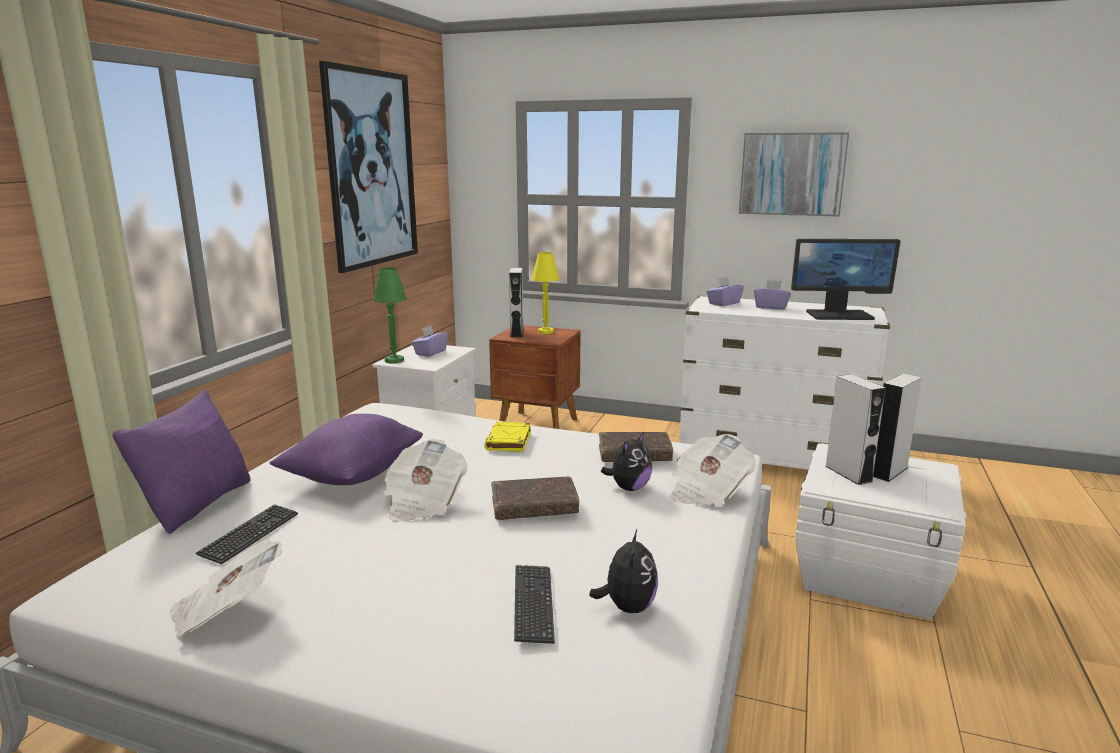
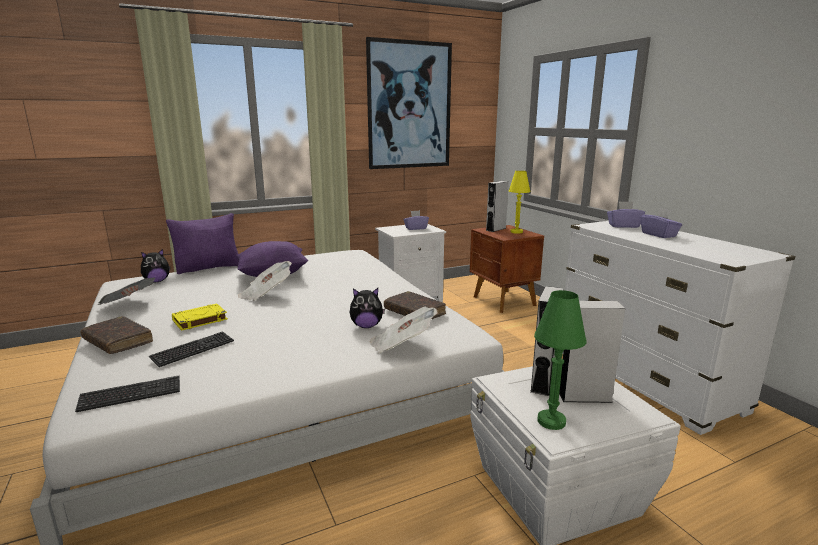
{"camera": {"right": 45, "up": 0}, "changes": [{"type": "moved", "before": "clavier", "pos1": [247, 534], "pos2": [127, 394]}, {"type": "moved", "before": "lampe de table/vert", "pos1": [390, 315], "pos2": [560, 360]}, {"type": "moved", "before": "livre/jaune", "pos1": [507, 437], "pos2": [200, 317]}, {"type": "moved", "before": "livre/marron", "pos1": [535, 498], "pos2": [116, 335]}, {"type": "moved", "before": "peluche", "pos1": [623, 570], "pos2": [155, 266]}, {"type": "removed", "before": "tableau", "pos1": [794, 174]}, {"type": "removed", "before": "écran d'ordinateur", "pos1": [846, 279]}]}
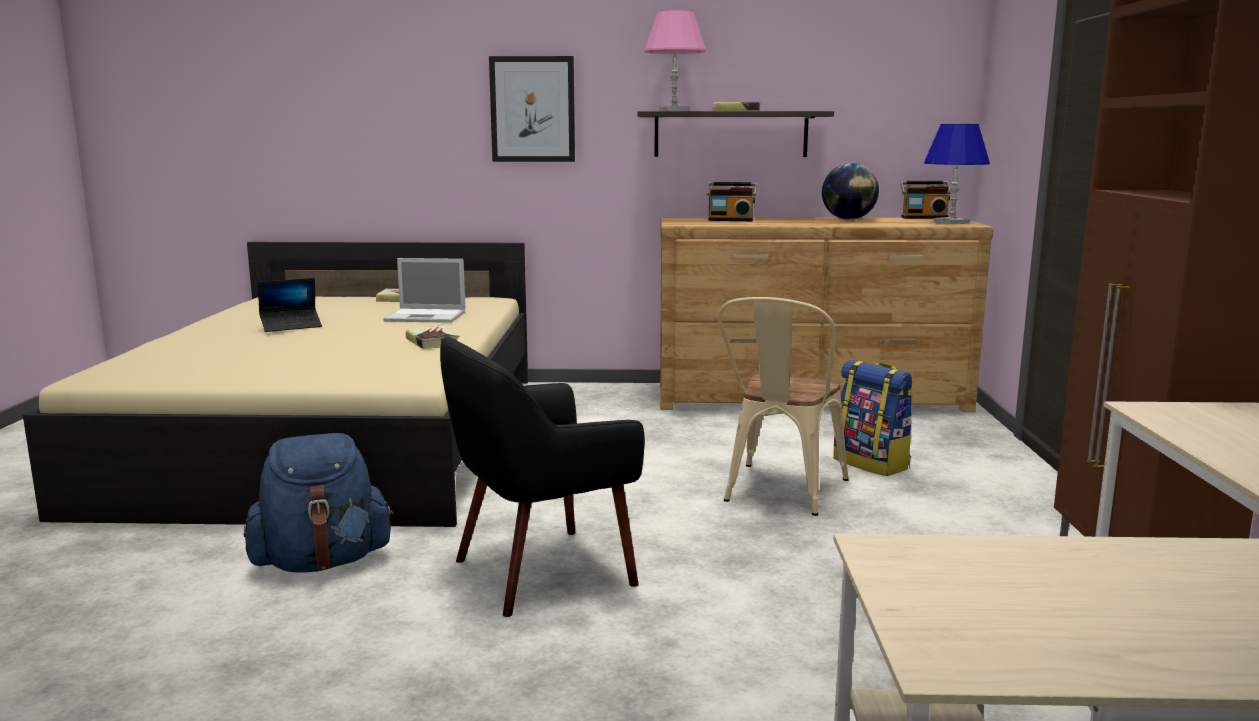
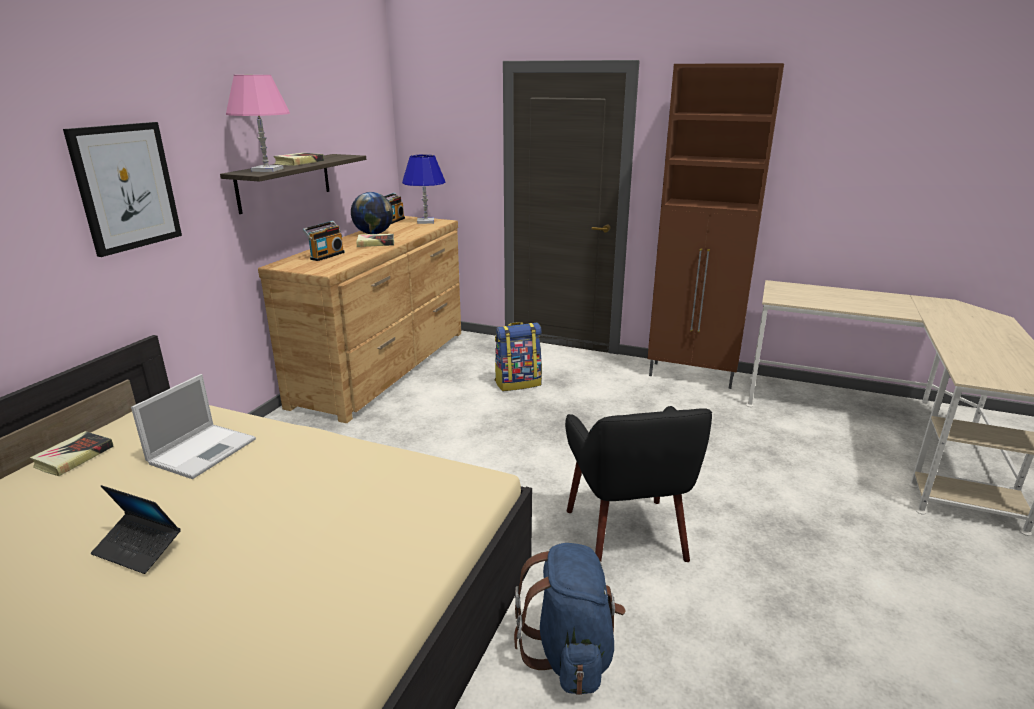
{"camera": {"right": -70, "up": 10}, "changes": [{"type": "turned", "before": "ordinateur portable", "pos1": [290, 305], "pos2": [136, 529], "turn": 120}, {"type": "moved", "before": "livre", "pos1": [433, 337], "pos2": [375, 240]}, {"type": "removed", "before": "chaise/beige", "pos1": [783, 406]}]}
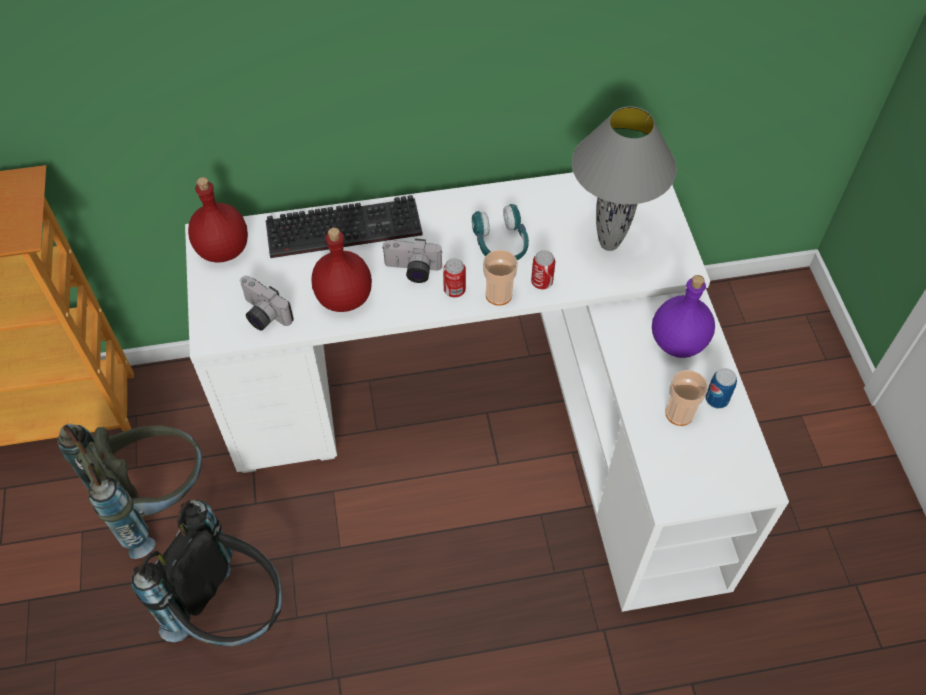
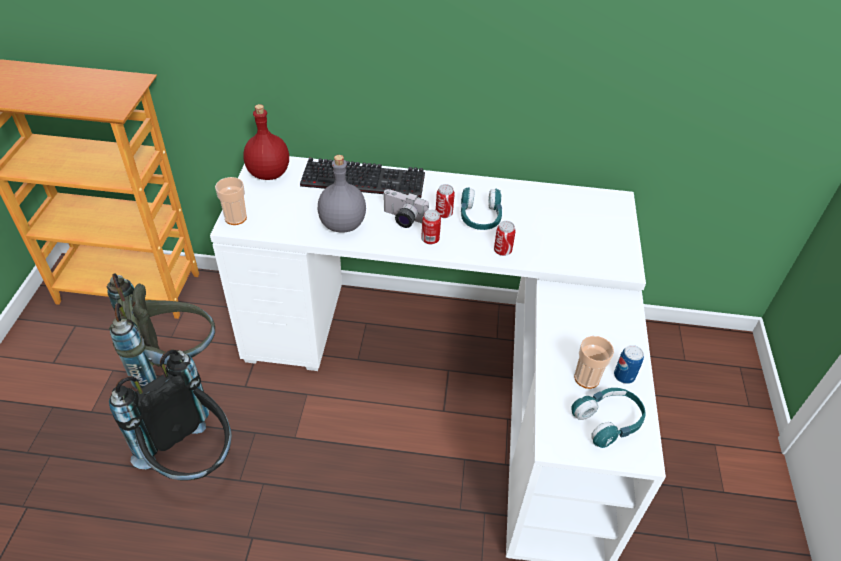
{"camera": {"right": 15, "up": -10}, "changes": [{"type": "removed", "before": "appareil photo", "pos1": [267, 303]}, {"type": "recoloured", "before": "bouteille/rouge", "after": "bouteille/gris", "pos1": [342, 270], "pos2": [342, 194]}, {"type": "moved", "before": "tasse", "pos1": [500, 278], "pos2": [231, 201]}, {"type": "removed", "before": "lampe de table/gris", "pos1": [624, 178]}, {"type": "removed", "before": "bouteille/violet", "pos1": [683, 316]}, {"type": "added", "after": "boîte métallique", "pos2": [445, 201]}, {"type": "added", "after": "casque audio/turquoise", "pos2": [609, 418]}]}
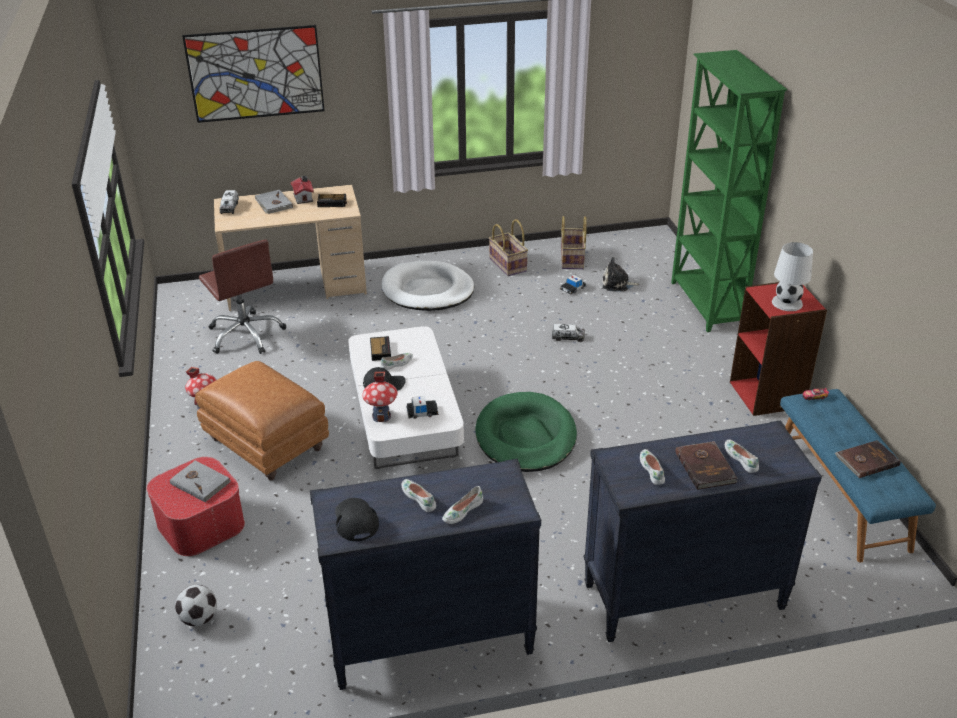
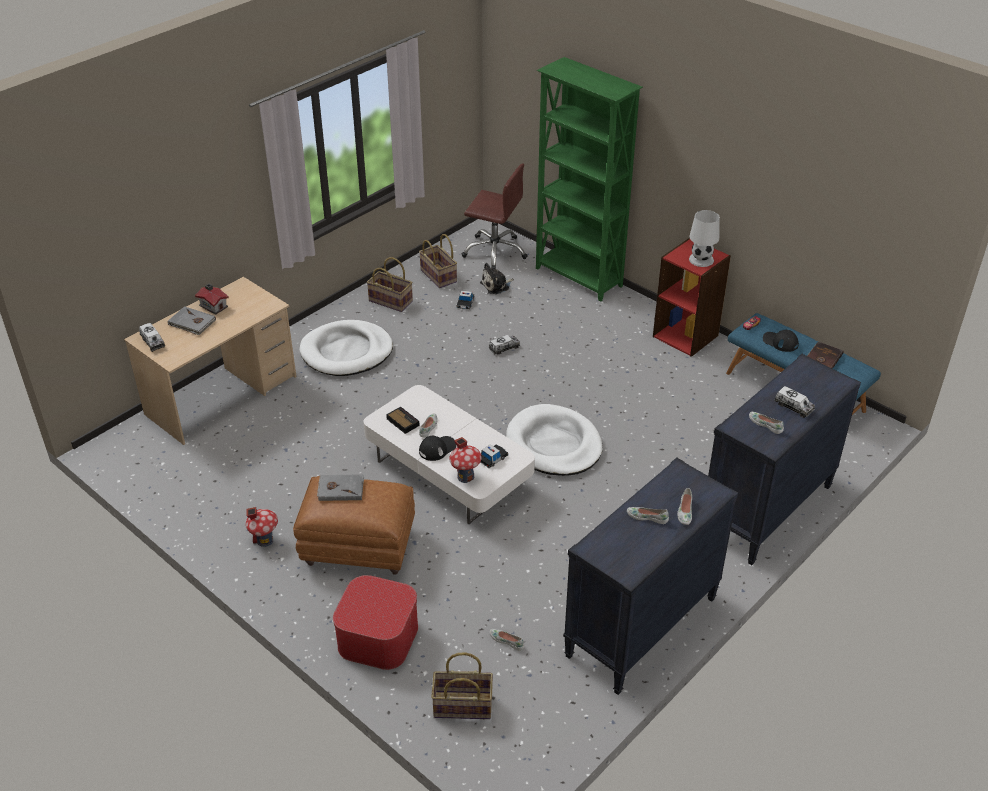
{"camera": {"right": -35, "up": 5}, "changes": [{"type": "moved", "before": "livre/gris", "pos1": [200, 481], "pos2": [340, 487]}, {"type": "replaced", "before": "ballon de foot", "after": "panier", "pos1": [196, 605], "pos2": [462, 685]}, {"type": "removed", "before": "tableau", "pos1": [253, 74]}, {"type": "moved", "before": "chaise de bureau/marron", "pos1": [242, 297], "pos2": [495, 216]}, {"type": "removed", "before": "réveil", "pos1": [332, 200]}, {"type": "moved", "before": "casquette/noir", "pos1": [357, 519], "pos2": [781, 340]}, {"type": "recoloured", "before": "panier pour chien/vert", "after": "panier pour chien/blanc", "pos1": [526, 432], "pos2": [554, 440]}, {"type": "replaced", "before": "livre/marron", "after": "camion jouet", "pos1": [706, 465], "pos2": [794, 402]}, {"type": "moved", "before": "chaussure/blanc", "pos1": [742, 456], "pos2": [507, 640]}]}
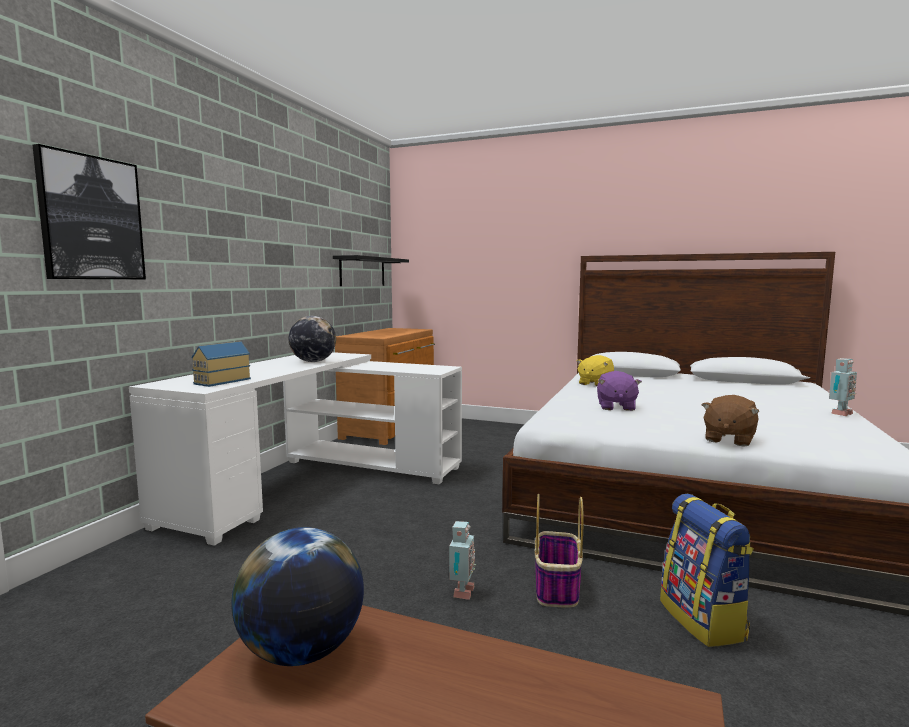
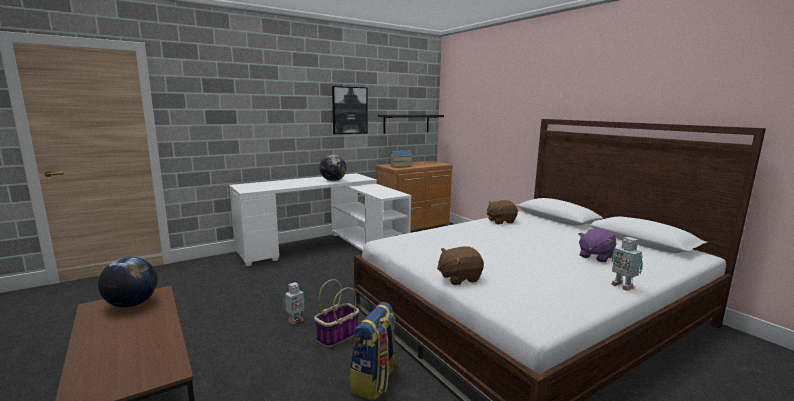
{"camera": {"right": 35, "up": 5}, "changes": [{"type": "moved", "before": "tableau", "pos1": [89, 211], "pos2": [350, 110]}, {"type": "moved", "before": "maison miniature", "pos1": [221, 364], "pos2": [401, 159]}, {"type": "recoloured", "before": "peluche/jaune", "after": "peluche/marron", "pos1": [595, 370], "pos2": [502, 212]}, {"type": "moved", "before": "peluche/violet", "pos1": [619, 391], "pos2": [598, 245]}, {"type": "turned", "before": "robot jouet", "pos1": [843, 387], "pos2": [627, 264], "turn": 60}]}
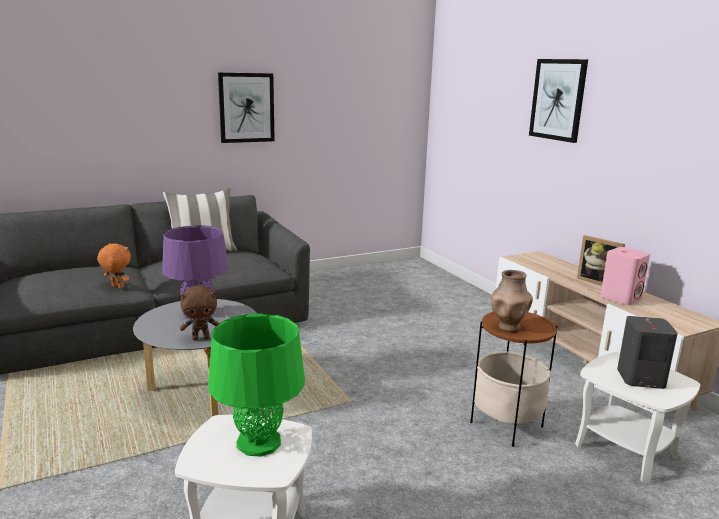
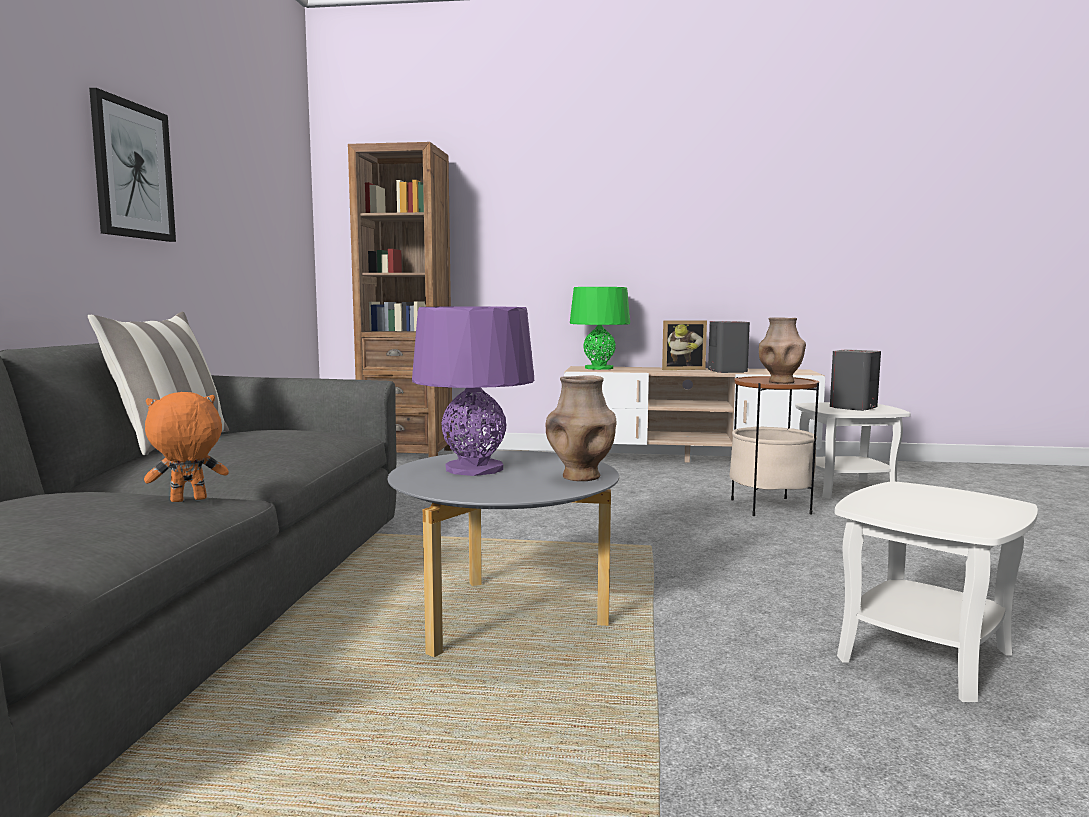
{"camera": {"right": -55, "up": -10}, "changes": [{"type": "replaced", "before": "peluche/marron", "after": "vase/marron", "pos1": [200, 312], "pos2": [581, 428]}, {"type": "moved", "before": "lampe de table/vert", "pos1": [256, 385], "pos2": [600, 328]}, {"type": "removed", "before": "tableau", "pos1": [558, 101]}, {"type": "recoloured", "before": "enceinte/rose", "after": "enceinte/gris", "pos1": [625, 276], "pos2": [729, 347]}, {"type": "added", "after": "bibliothèque/marron", "pos2": [400, 299]}]}
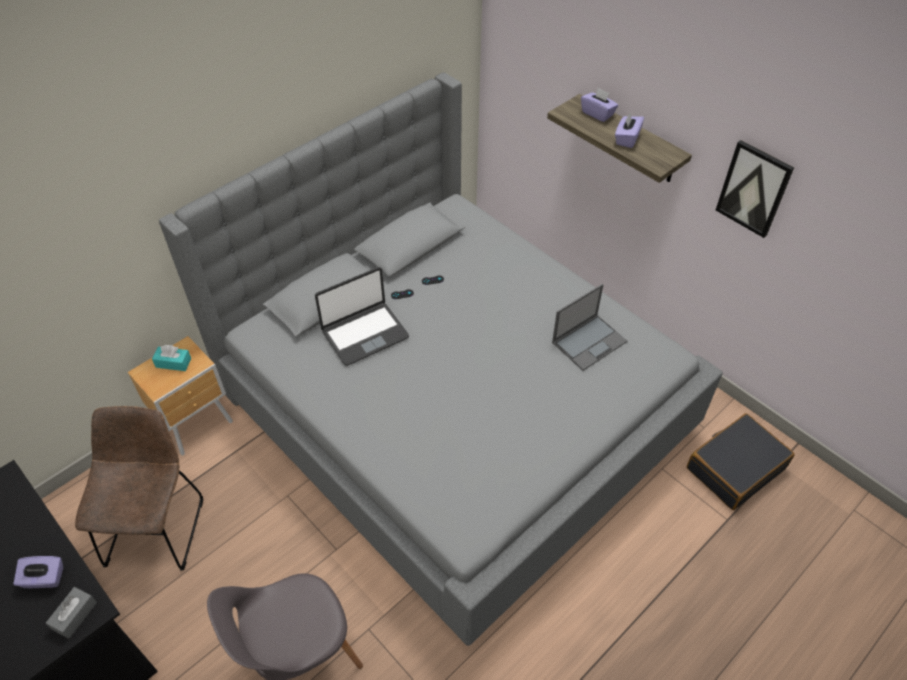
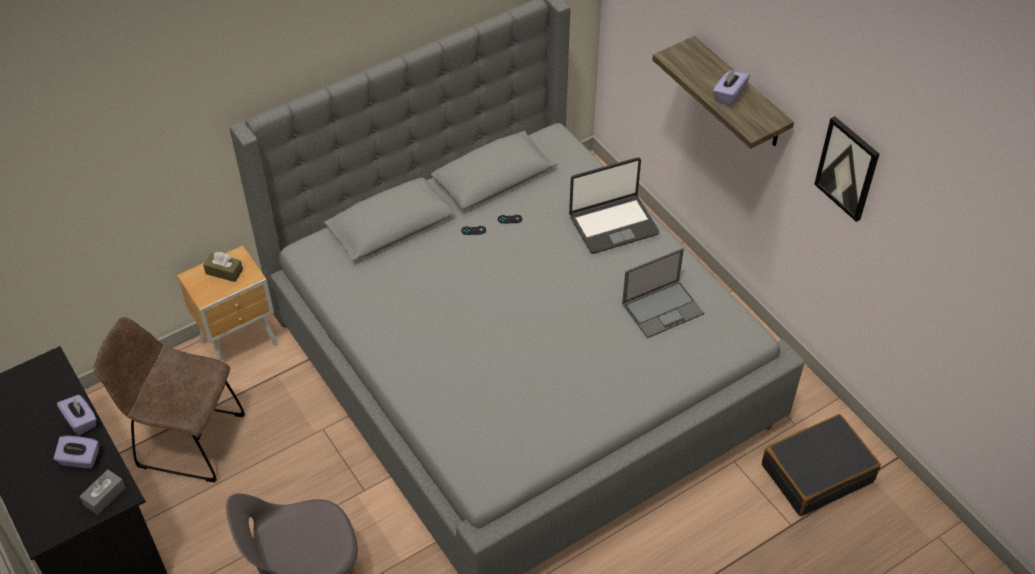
{"camera": {"right": 10, "up": 0}, "changes": [{"type": "turned", "before": "chaise/marron", "pos1": [139, 488], "pos2": [169, 399], "turn": -90}, {"type": "recoloured", "before": "boîte à mouchoirs/turquoise", "after": "boîte à mouchoirs/marron", "pos1": [171, 358], "pos2": [223, 267]}, {"type": "moved", "before": "ordinateur portable", "pos1": [362, 316], "pos2": [614, 205]}, {"type": "moved", "before": "boîte à mouchoirs/violet", "pos1": [599, 105], "pos2": [77, 415]}]}
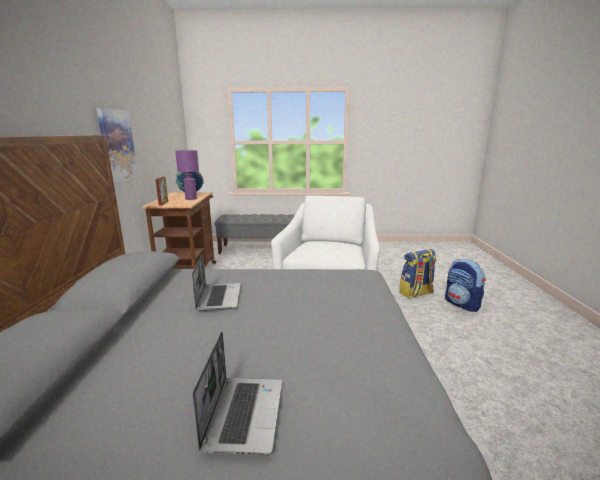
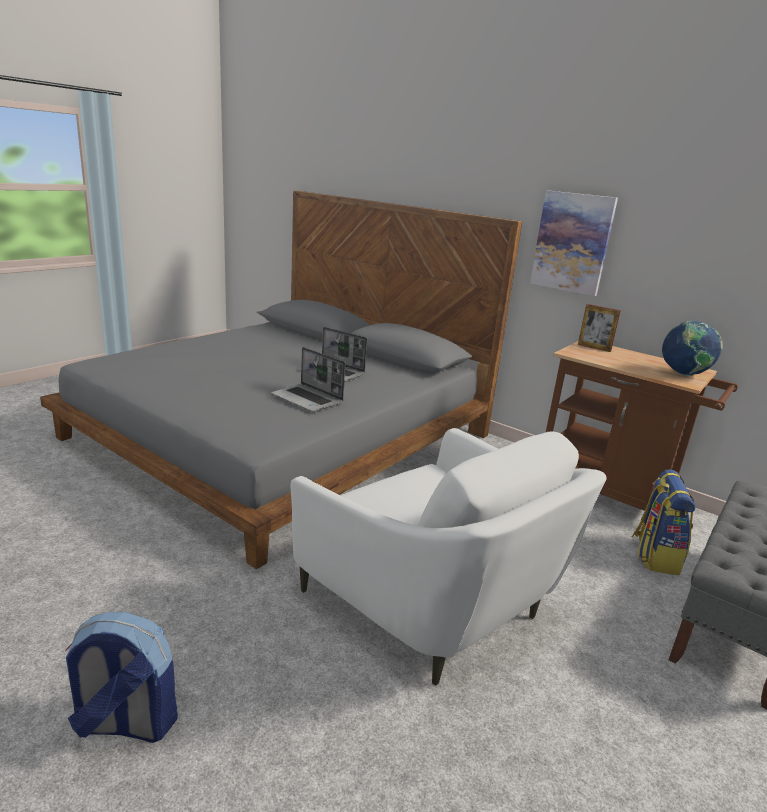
{"camera": {"right": 125, "up": 5}, "changes": [{"type": "removed", "before": "lampe de table/violet", "pos1": [187, 175]}, {"type": "moved", "before": "ordinateur portable", "pos1": [237, 393], "pos2": [308, 379]}, {"type": "moved", "before": "sac à dos", "pos1": [417, 274], "pos2": [663, 522]}]}
